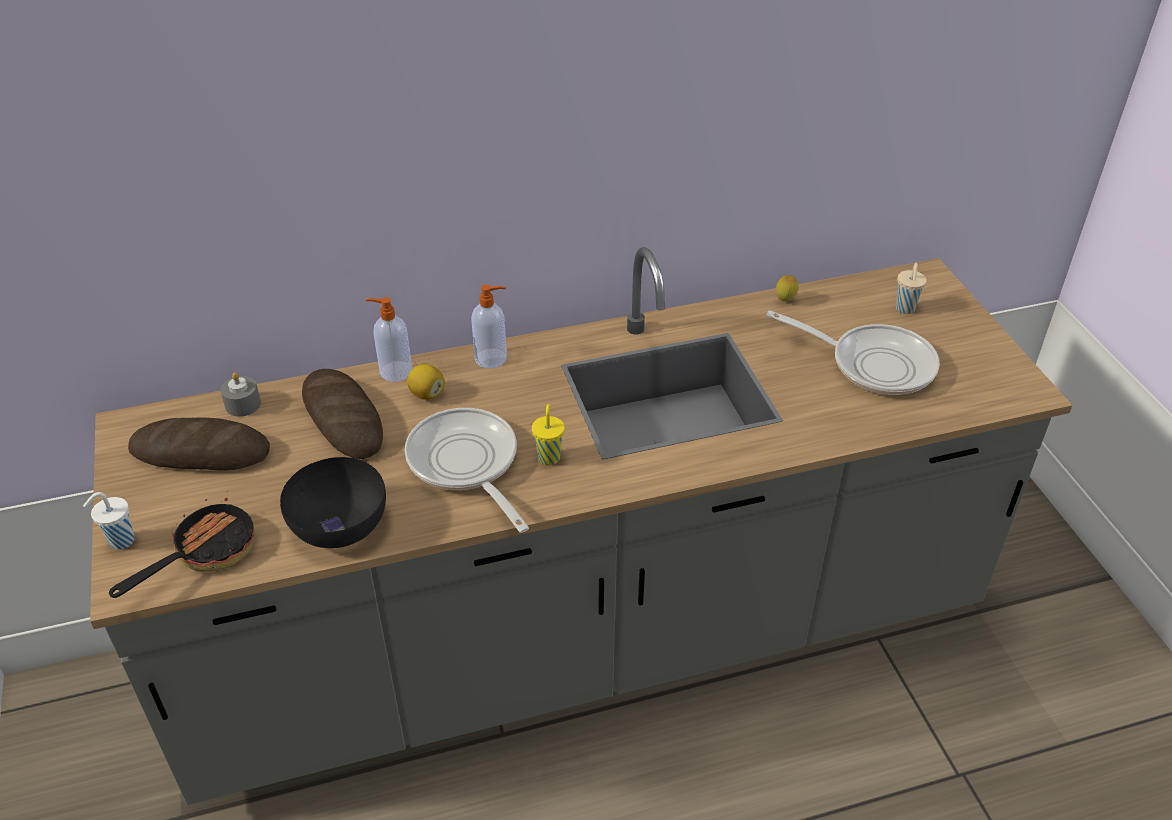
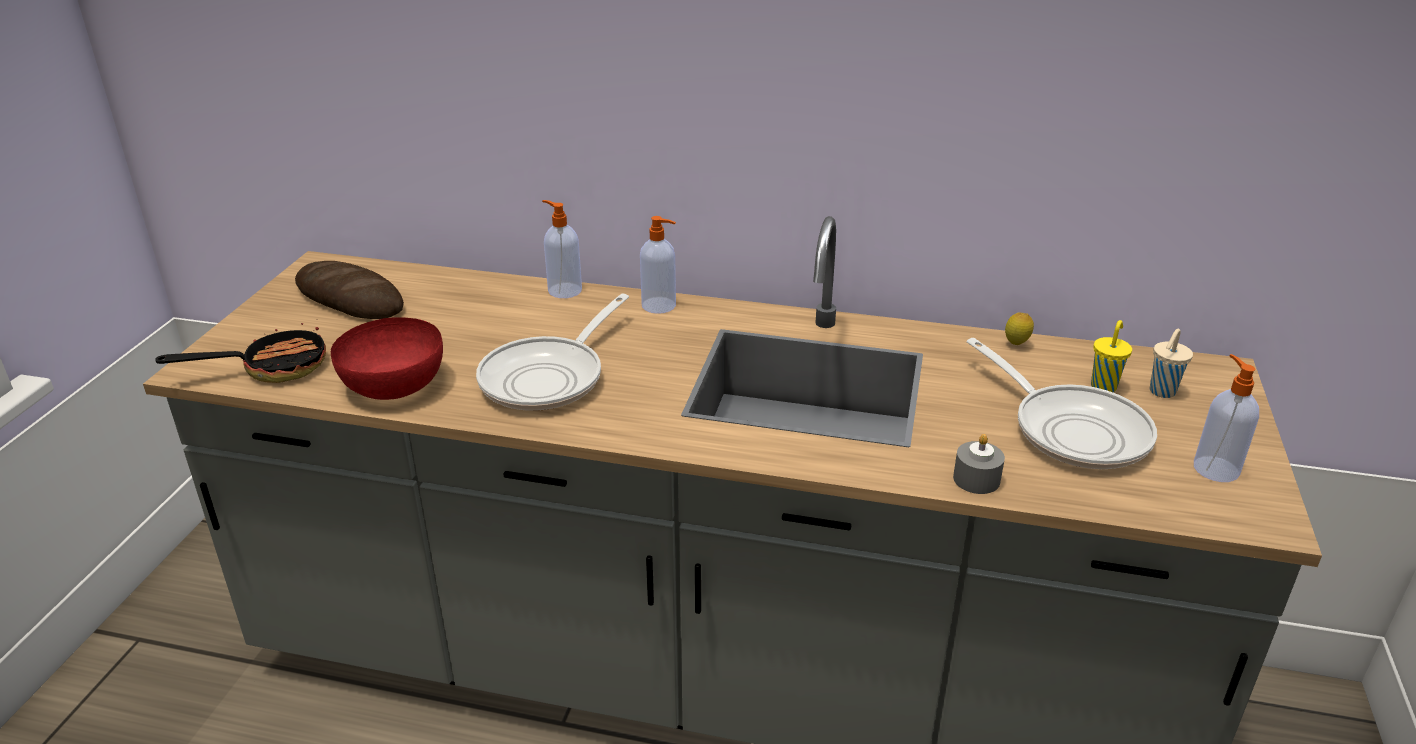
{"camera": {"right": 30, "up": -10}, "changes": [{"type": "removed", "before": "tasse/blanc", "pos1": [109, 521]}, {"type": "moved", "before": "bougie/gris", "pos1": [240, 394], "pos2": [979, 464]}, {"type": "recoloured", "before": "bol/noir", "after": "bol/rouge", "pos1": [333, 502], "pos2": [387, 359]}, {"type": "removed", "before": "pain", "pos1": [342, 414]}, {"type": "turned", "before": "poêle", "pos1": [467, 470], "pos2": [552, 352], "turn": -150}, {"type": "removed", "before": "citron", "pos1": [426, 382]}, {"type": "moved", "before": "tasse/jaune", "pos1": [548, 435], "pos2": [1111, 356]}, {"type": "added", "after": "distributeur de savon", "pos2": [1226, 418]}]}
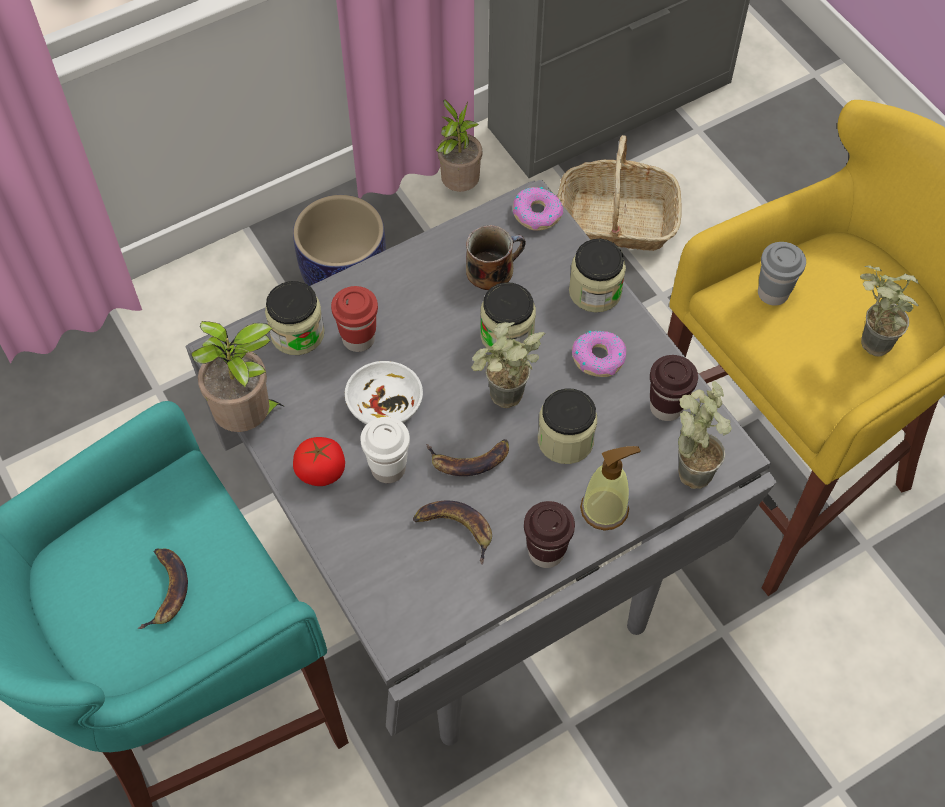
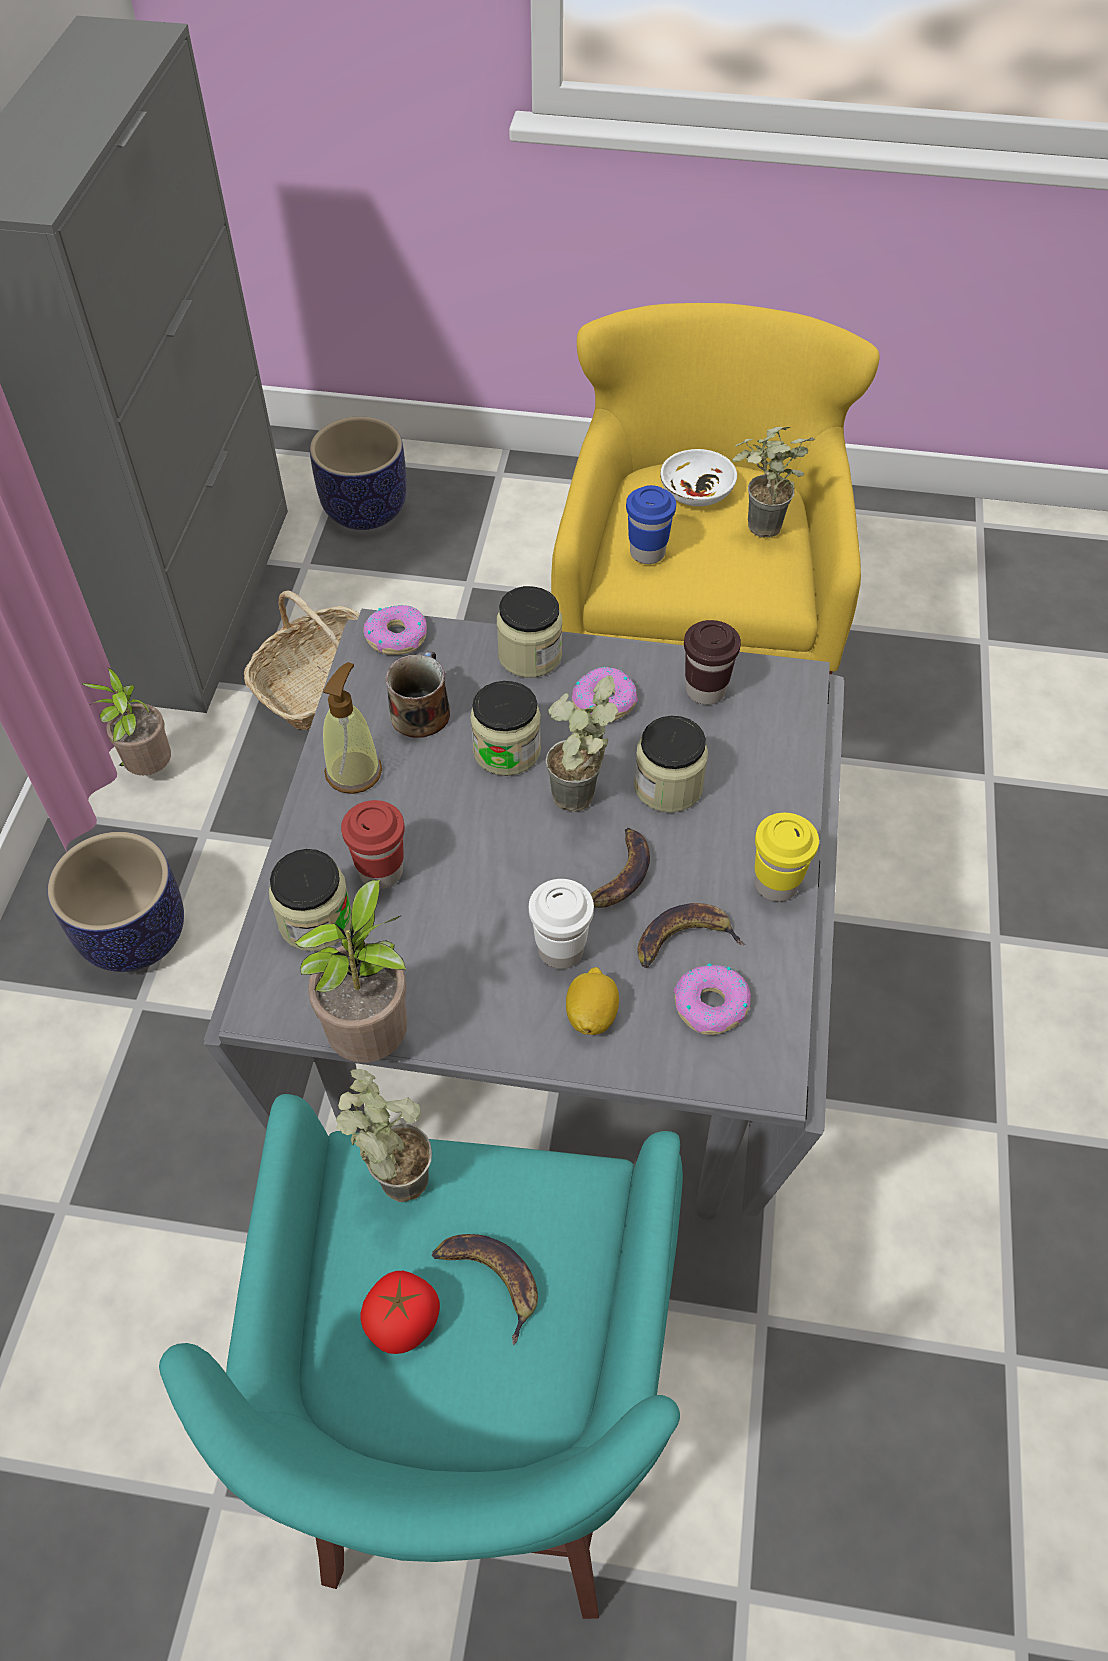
{"camera": {"right": -50, "up": -5}, "changes": [{"type": "moved", "before": "tomate", "pos1": [319, 461], "pos2": [400, 1312]}, {"type": "moved", "before": "bol/blanc", "pos1": [384, 392], "pos2": [698, 477]}, {"type": "recoloured", "before": "tasse/marron", "after": "tasse/jaune", "pos1": [549, 534], "pos2": [787, 857]}, {"type": "moved", "before": "distributeur de savon", "pos1": [610, 488], "pos2": [352, 728]}, {"type": "moved", "before": "plante en pot", "pos1": [705, 435], "pos2": [384, 1135]}, {"type": "recoloured", "before": "tasse/gris", "after": "tasse/bleu", "pos1": [782, 274], "pos2": [651, 524]}, {"type": "added", "after": "cache-pot", "pos2": [358, 473]}, {"type": "added", "after": "citron", "pos2": [592, 1001]}, {"type": "added", "after": "beignet", "pos2": [712, 999]}]}
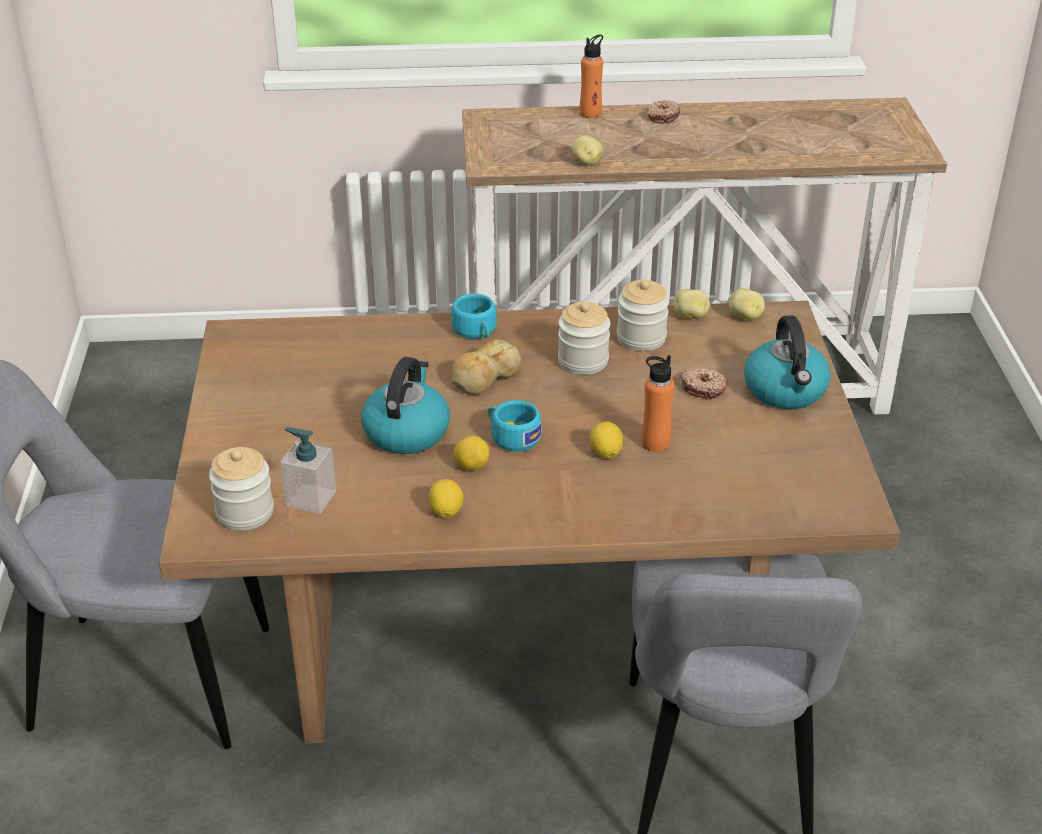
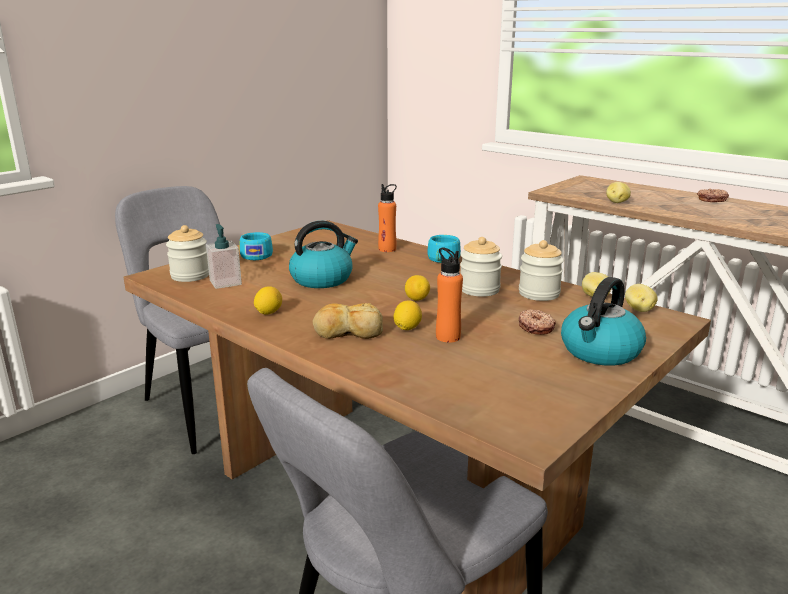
{"camera": {"right": 45, "up": -15}, "changes": [{"type": "moved", "before": "pain", "pos1": [486, 367], "pos2": [348, 321]}, {"type": "moved", "before": "citron", "pos1": [471, 453], "pos2": [417, 288]}, {"type": "moved", "before": "tasse/turquoise", "pos1": [515, 426], "pos2": [256, 246]}, {"type": "moved", "before": "bouteille/orange", "pos1": [591, 76], "pos2": [387, 218]}]}
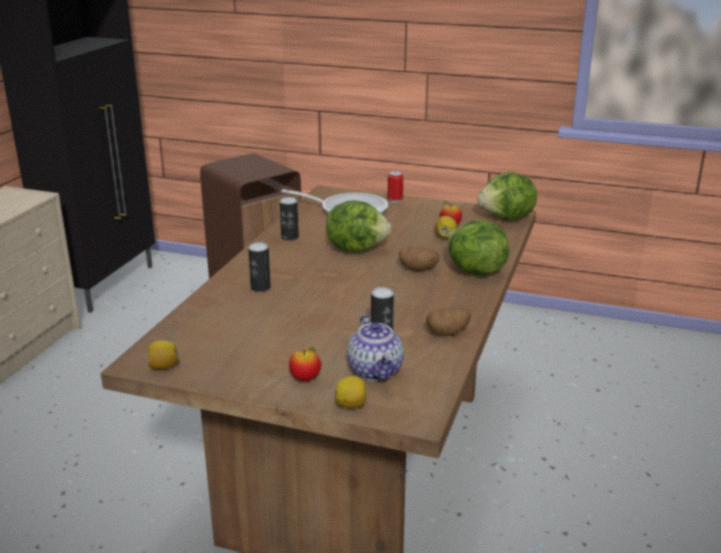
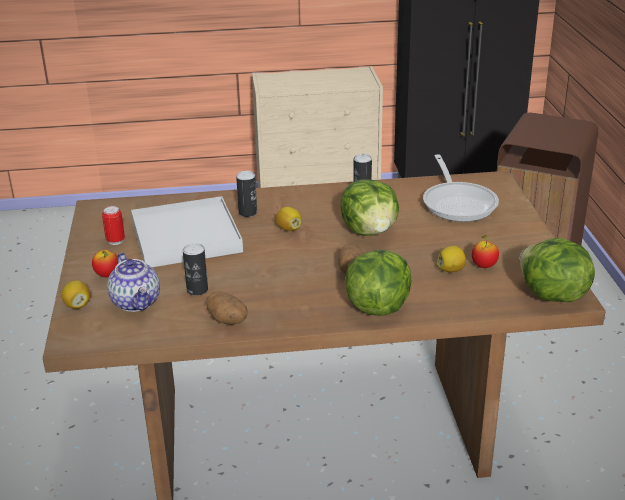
{"camera": {"right": 65, "up": 5}, "changes": [{"type": "moved", "before": "citron", "pos1": [163, 355], "pos2": [288, 219]}, {"type": "turned", "before": "théière", "pos1": [375, 348], "pos2": [133, 282], "turn": -75}, {"type": "moved", "before": "boîte métallique", "pos1": [395, 187], "pos2": [113, 225]}, {"type": "added", "after": "plateau/blanc", "pos2": [187, 231]}]}
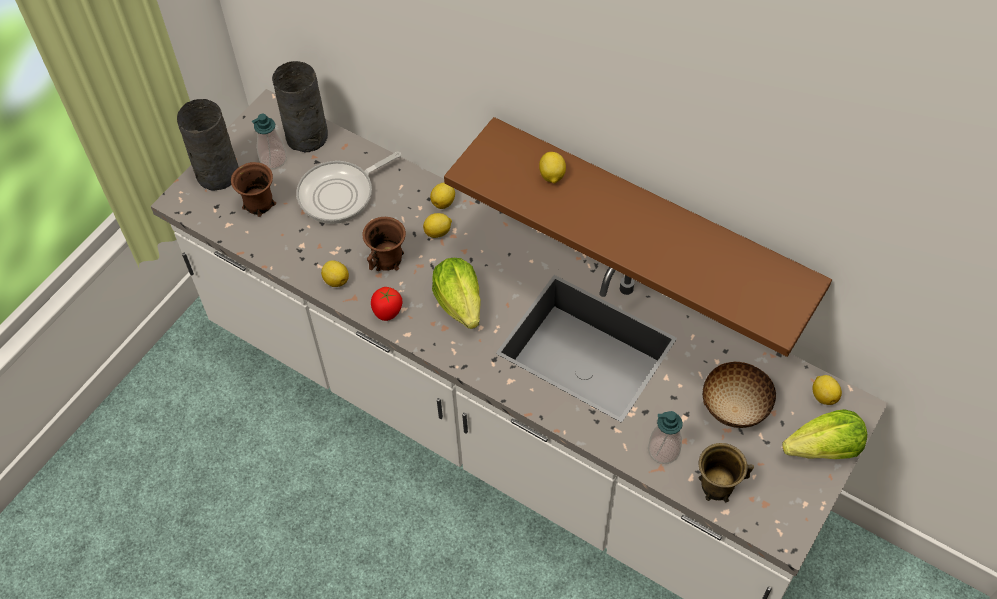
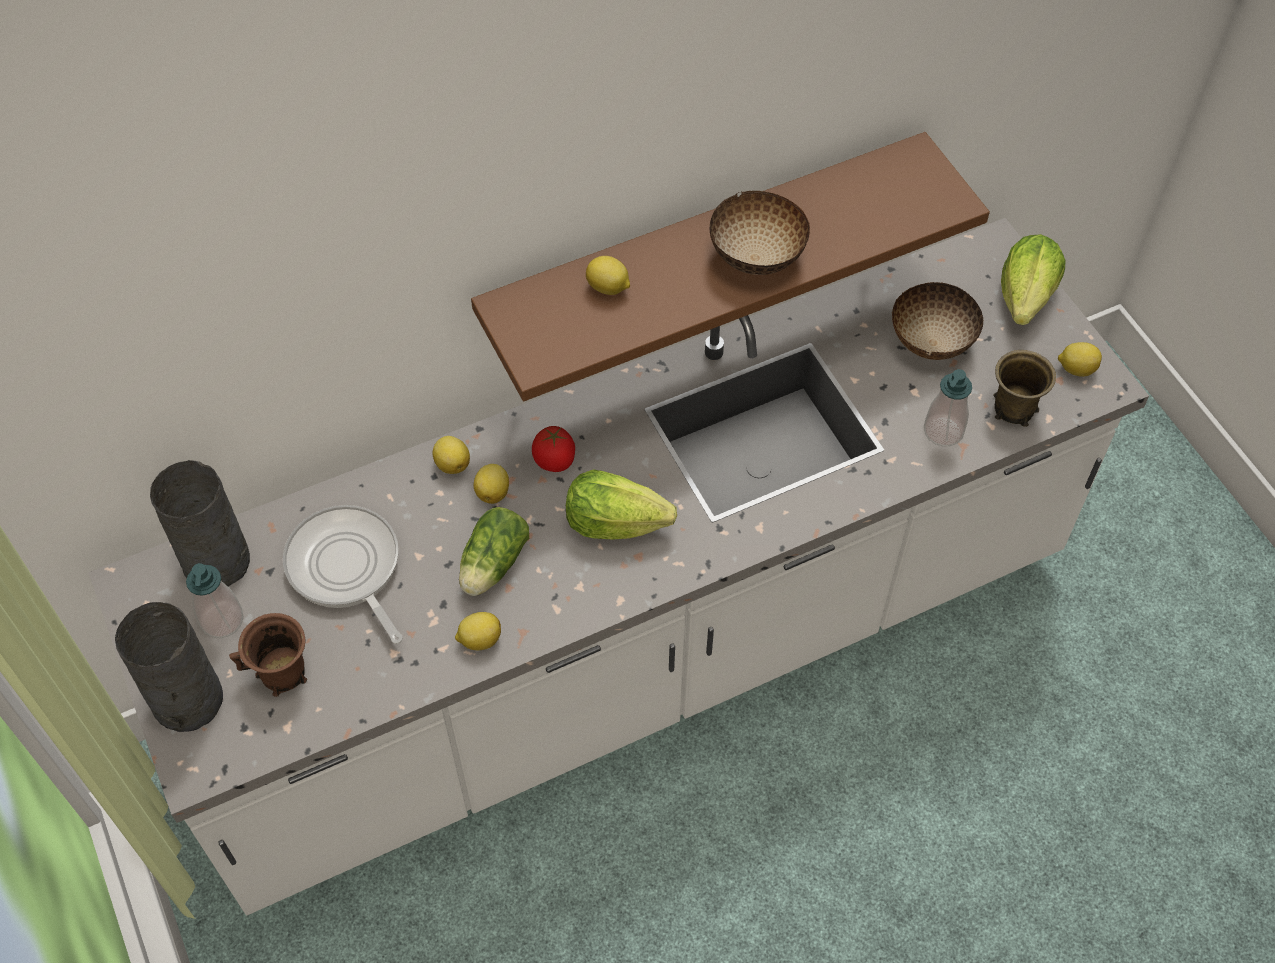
{"camera": {"right": -60, "up": 0}, "changes": [{"type": "turned", "before": "poêle", "pos1": [348, 187], "pos2": [343, 574], "turn": 150}, {"type": "replaced", "before": "mug/marron", "after": "laitue", "pos1": [384, 244], "pos2": [494, 551]}, {"type": "moved", "before": "tomate", "pos1": [386, 304], "pos2": [553, 449]}, {"type": "moved", "before": "citron", "pos1": [827, 390], "pos2": [1080, 359]}, {"type": "added", "after": "bol", "pos2": [760, 233]}]}
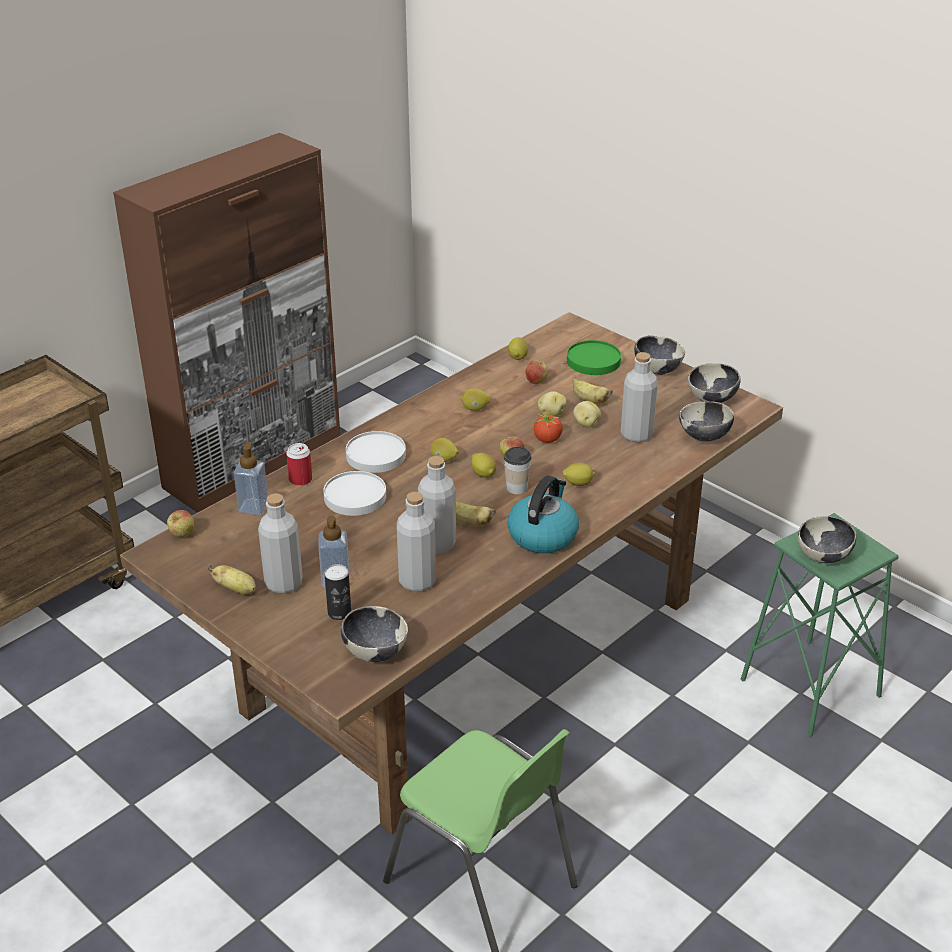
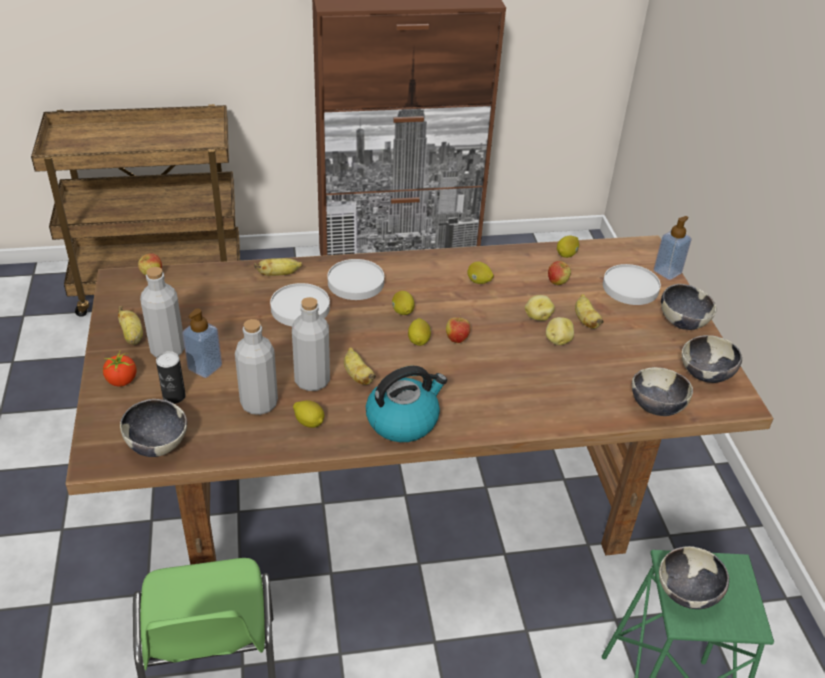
{"camera": {"right": 35, "up": 5}, "changes": [{"type": "moved", "before": "distributeur de savon", "pos1": [251, 478], "pos2": [672, 248]}, {"type": "replaced", "before": "boîte métallique", "after": "banane", "pos1": [299, 464], "pos2": [278, 267]}, {"type": "removed", "before": "tasse", "pos1": [518, 470]}, {"type": "moved", "before": "tomate", "pos1": [548, 428], "pos2": [120, 369]}, {"type": "moved", "before": "citron", "pos1": [579, 474], "pos2": [308, 414]}, {"type": "recoloured", "before": "assiette/vert", "after": "assiette/blanc", "pos1": [594, 357], "pos2": [632, 284]}, {"type": "removed", "before": "bouteille/gris", "pos1": [639, 397]}]}
